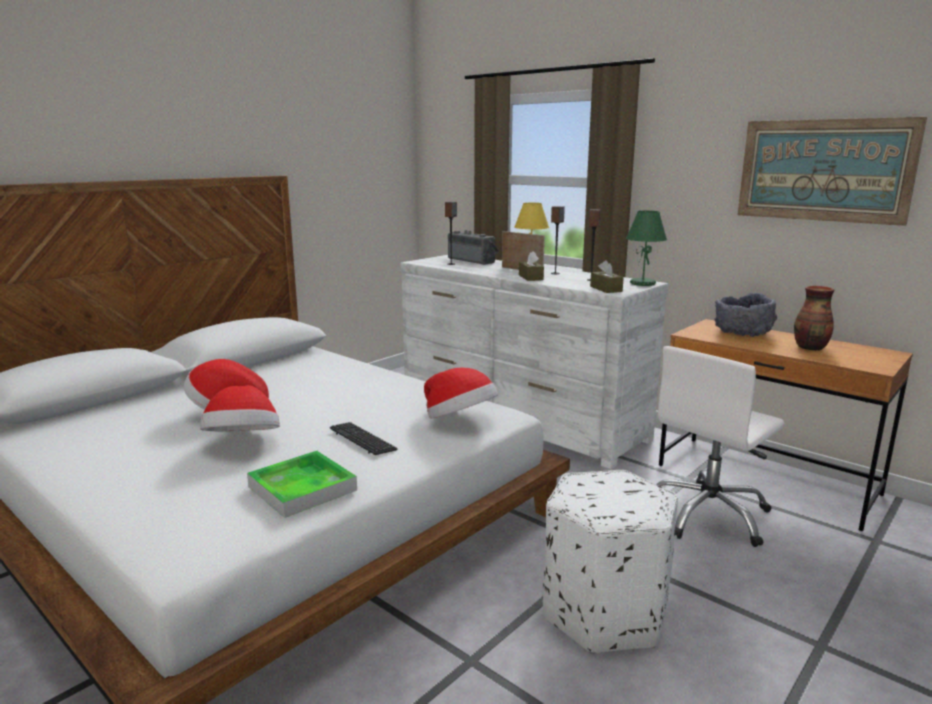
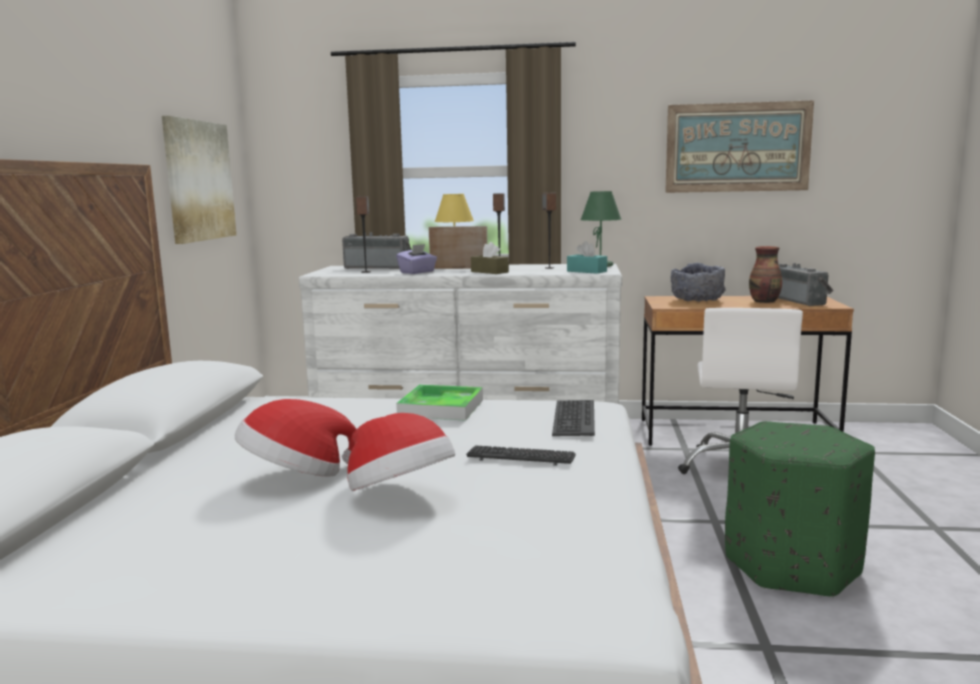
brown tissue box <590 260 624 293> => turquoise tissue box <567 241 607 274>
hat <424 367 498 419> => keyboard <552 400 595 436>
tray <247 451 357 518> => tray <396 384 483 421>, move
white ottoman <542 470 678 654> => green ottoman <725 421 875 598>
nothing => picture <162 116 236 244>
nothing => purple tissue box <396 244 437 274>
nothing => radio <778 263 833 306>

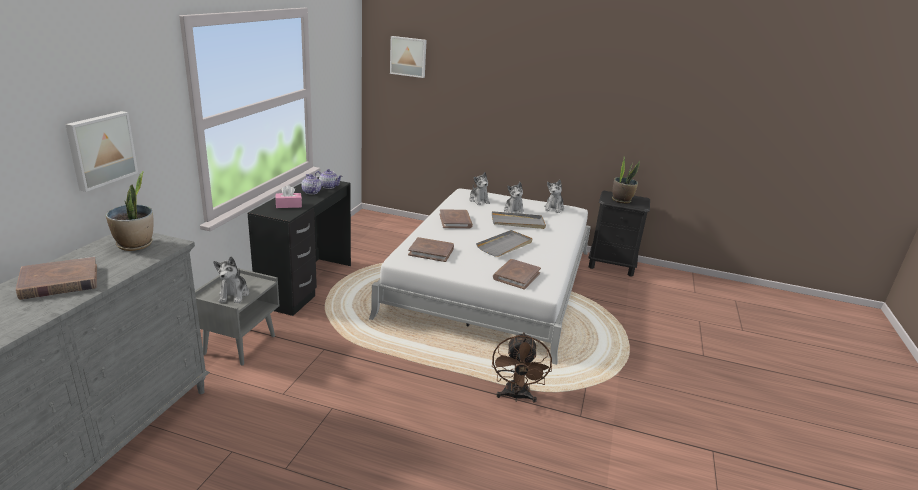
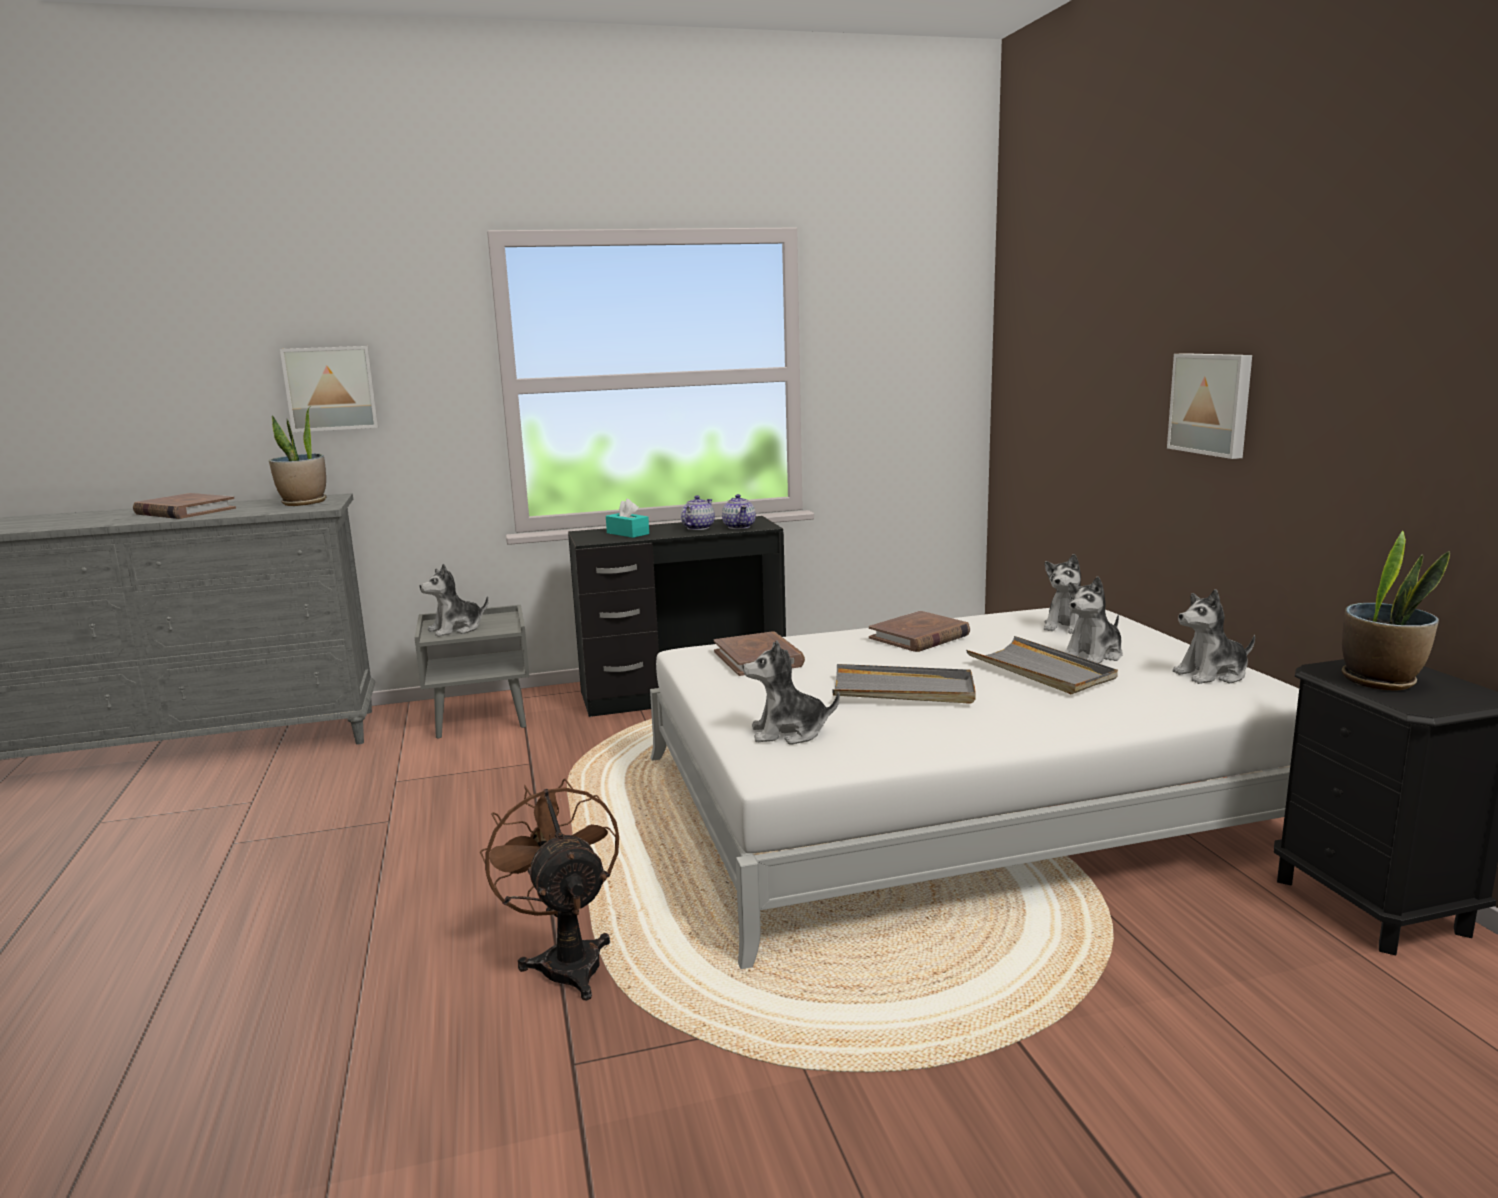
picture <390 36 427 78> => picture <1167 353 1252 459>, move
pink tissue box <275 185 302 208> => turquoise tissue box <606 499 649 538>
brown book <493 259 541 290> => plush toy <743 640 840 745>
brown fan <492 332 552 403> => brown fan <480 779 619 1000>, 90 degrees clockwise

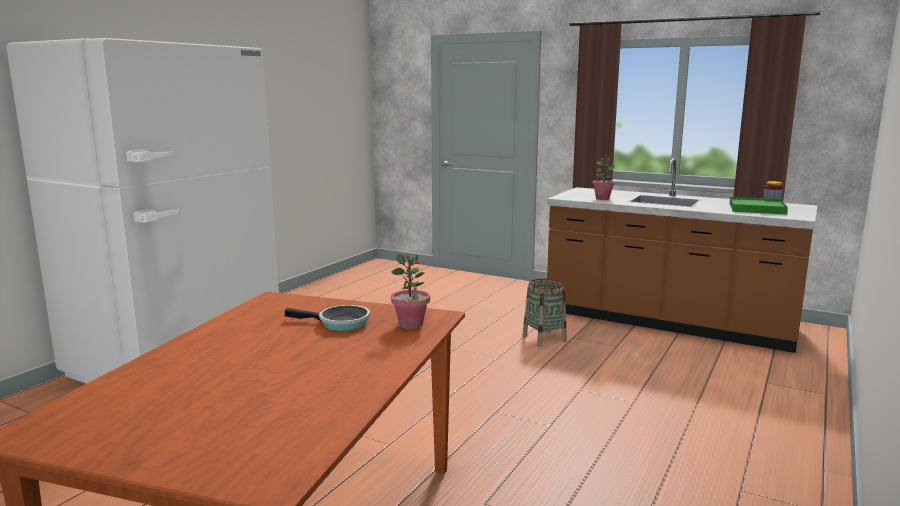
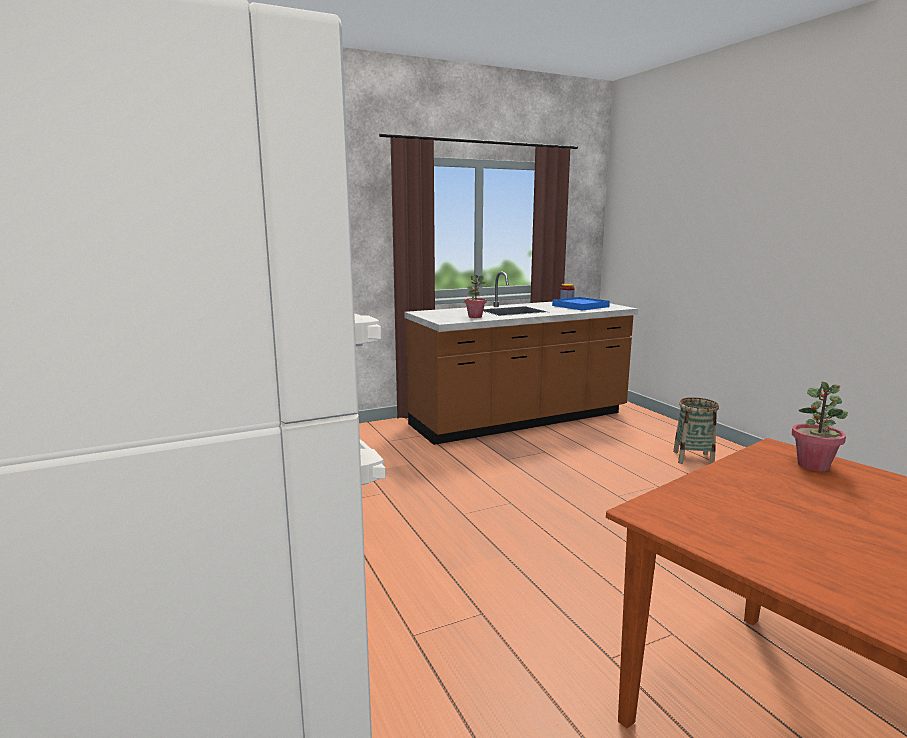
green tray <729 197 788 215> => blue tray <552 297 610 311>
basket <522 278 567 346> => basket <673 397 719 464>, move
frying pan <285 305 370 331> => nothing

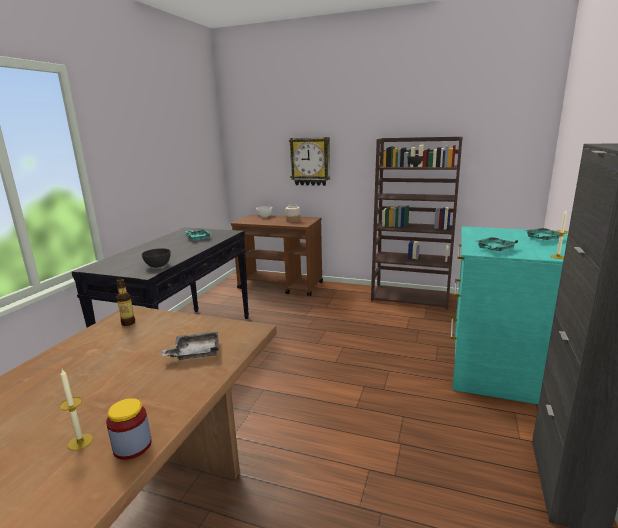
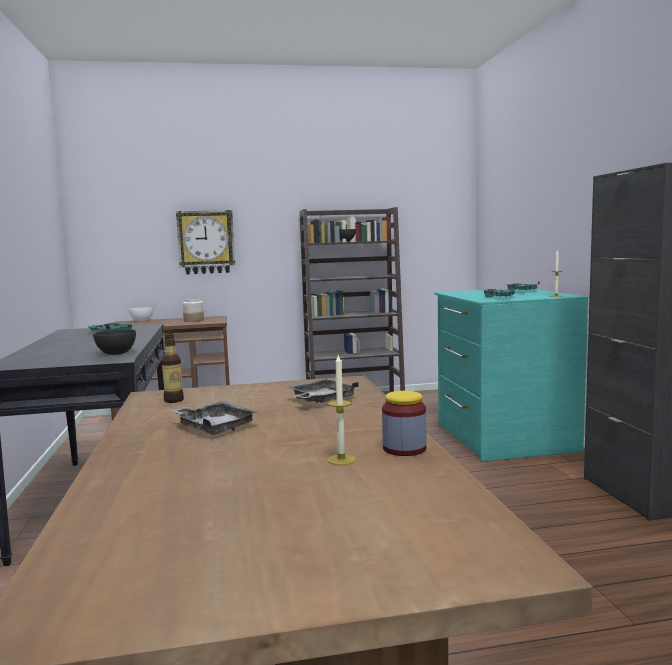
nothing => grey tray <171 401 258 435>

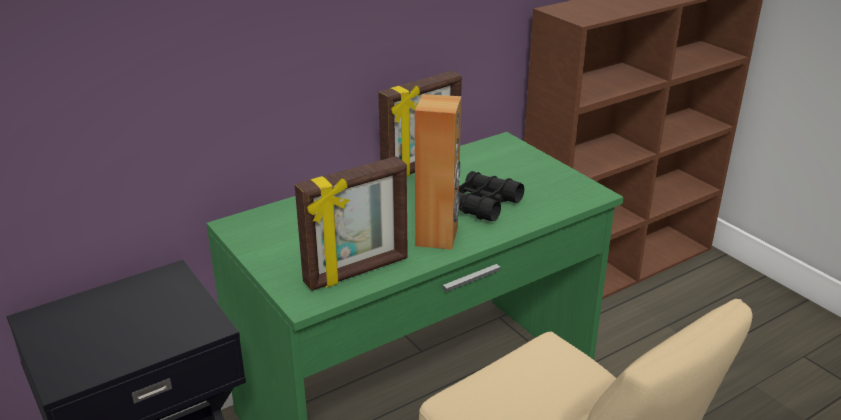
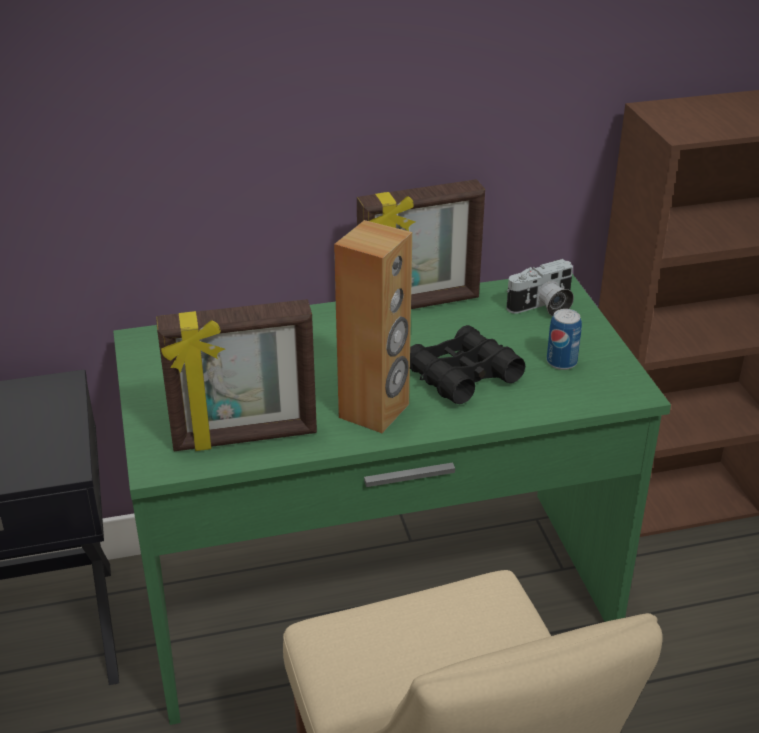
nothing => photo camera <506 259 574 316>
nothing => can <547 309 582 370>

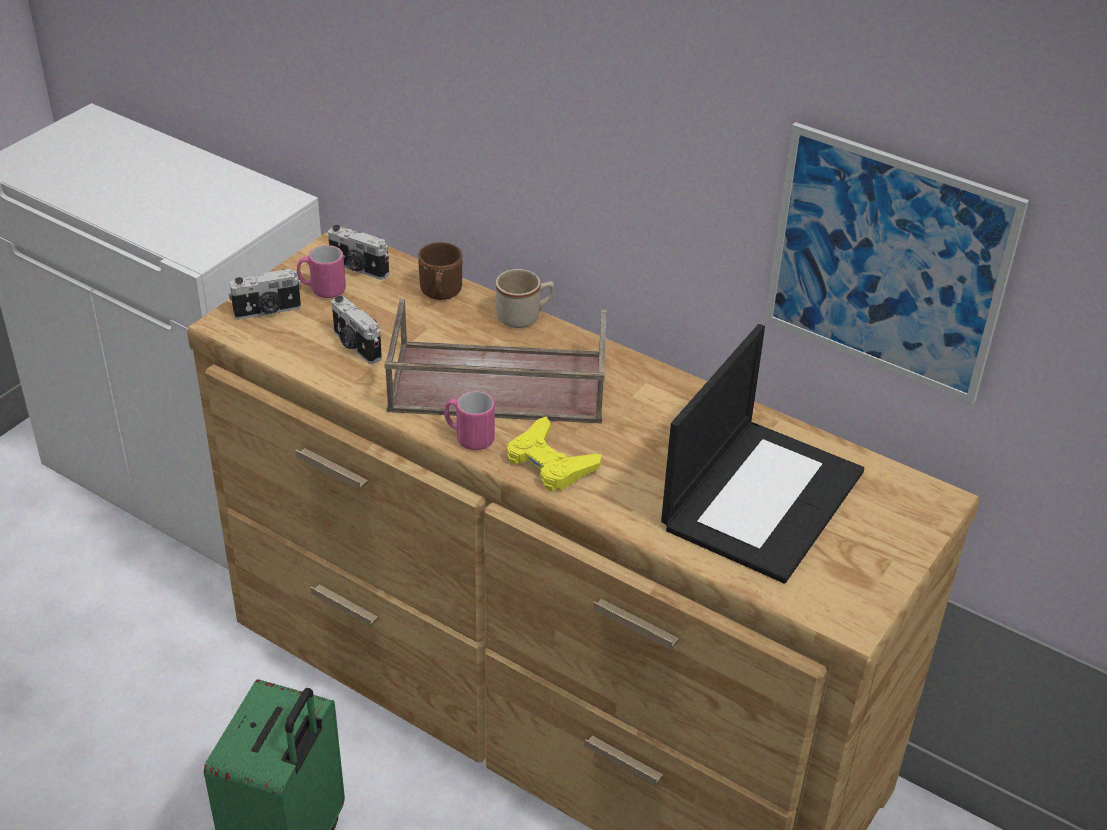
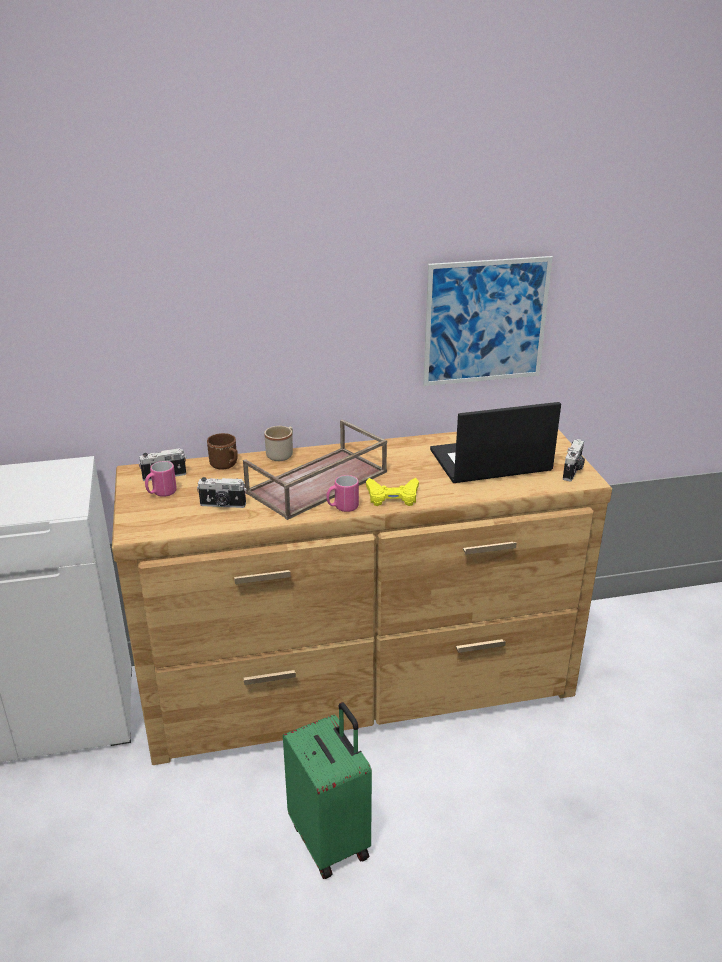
photo camera <228 268 301 320> => photo camera <563 439 585 481>, move
laptop <661 324 864 584> => laptop <430 402 561 483>, 90 degrees counterclockwise

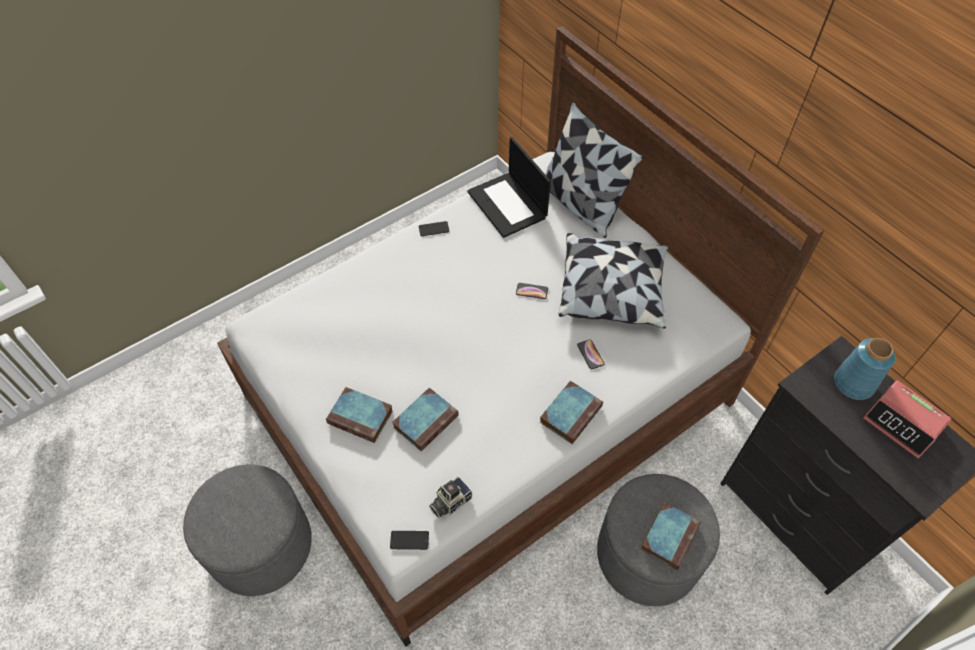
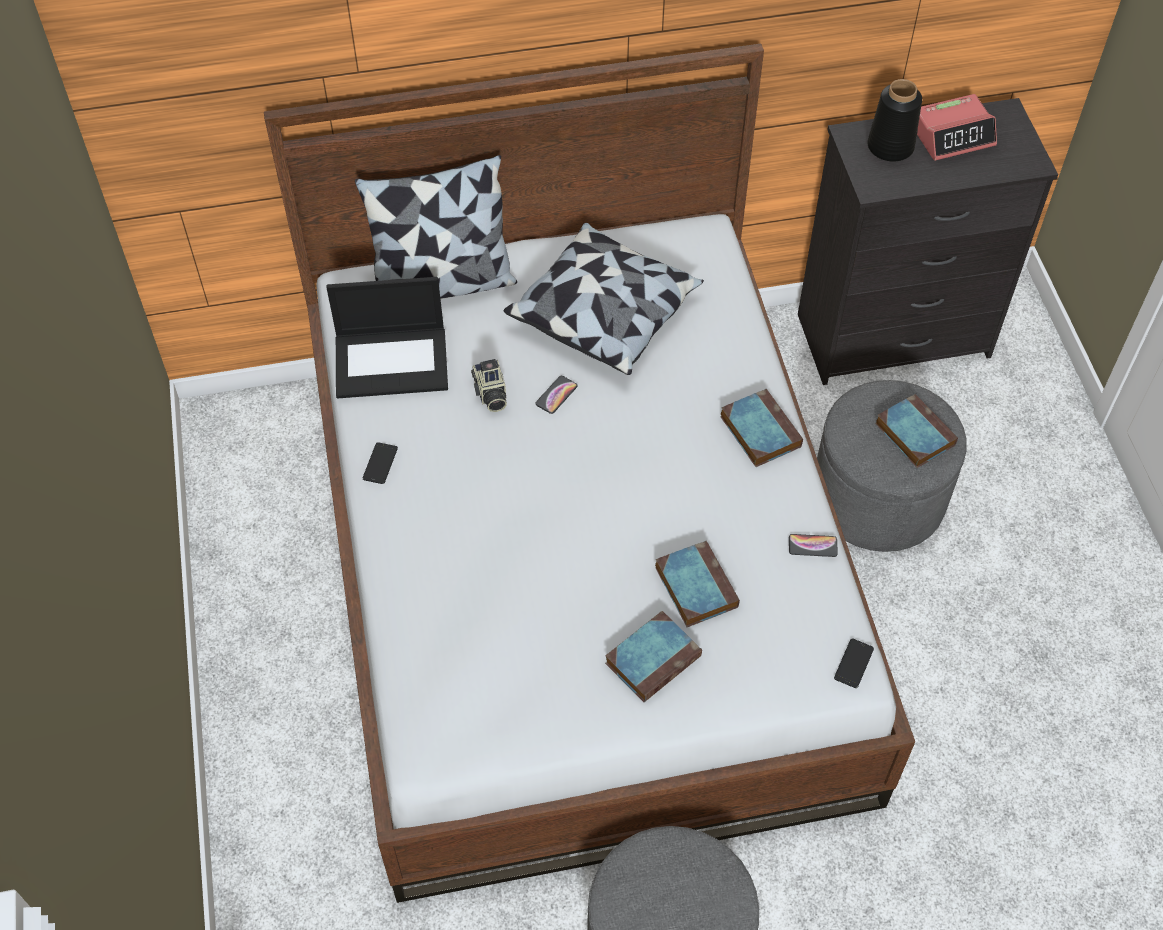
blue vase <834 338 896 400> => black vase <867 79 922 162>
phone <577 339 604 369> => phone <789 534 838 557>, move
photo camera <429 477 472 518> => photo camera <471 359 507 412>, move

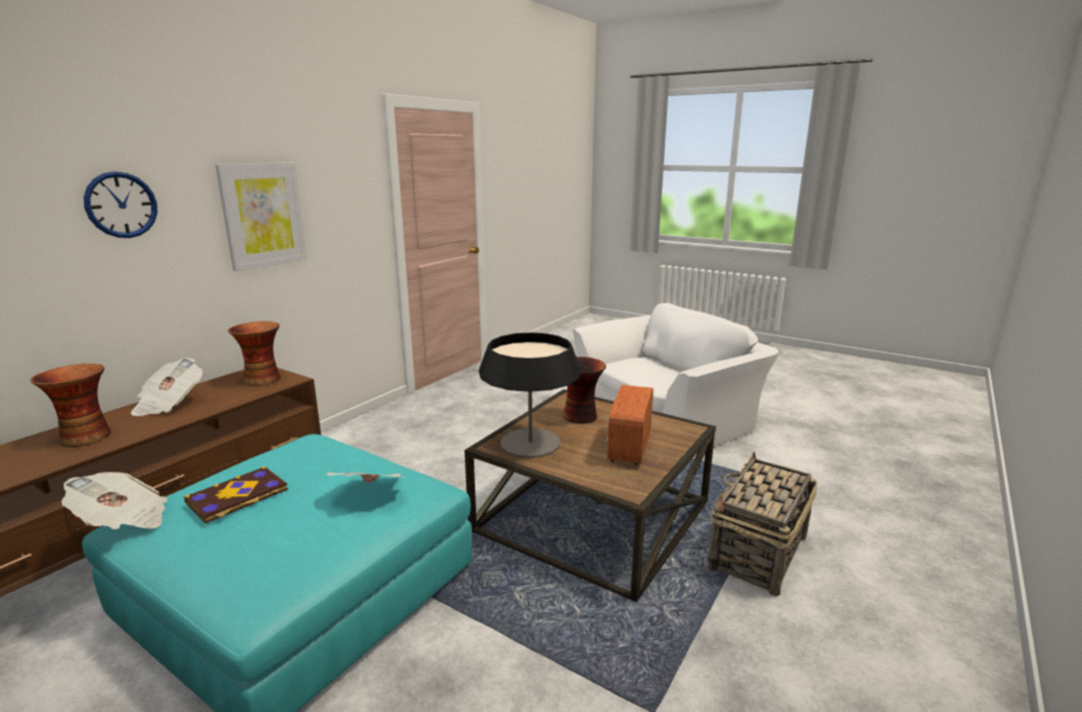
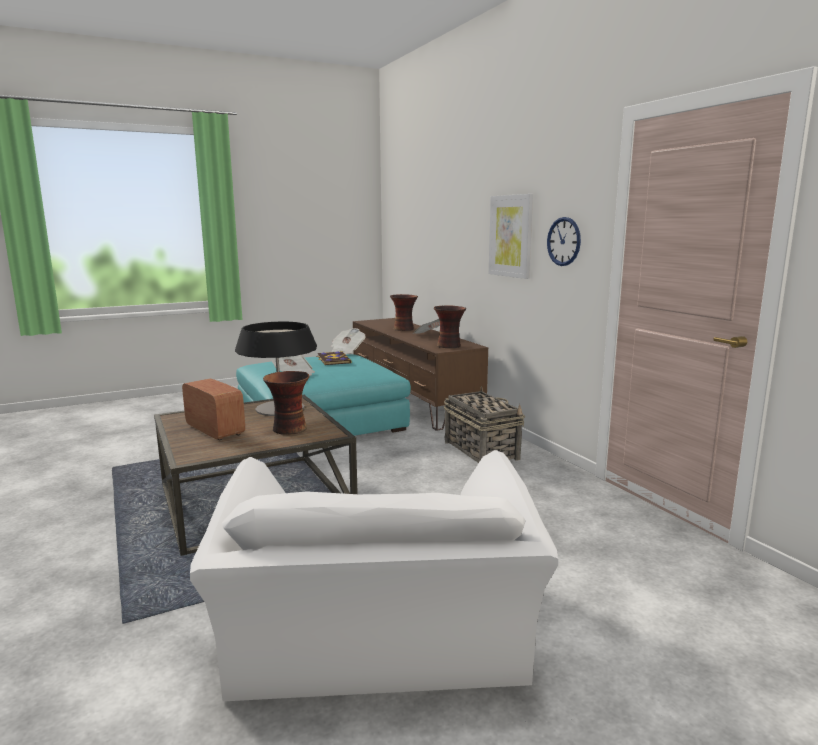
wall clock <84 171 158 238> => wall clock <547 217 581 266>, move
basket <708 452 817 597> => basket <444 386 525 463>, move

